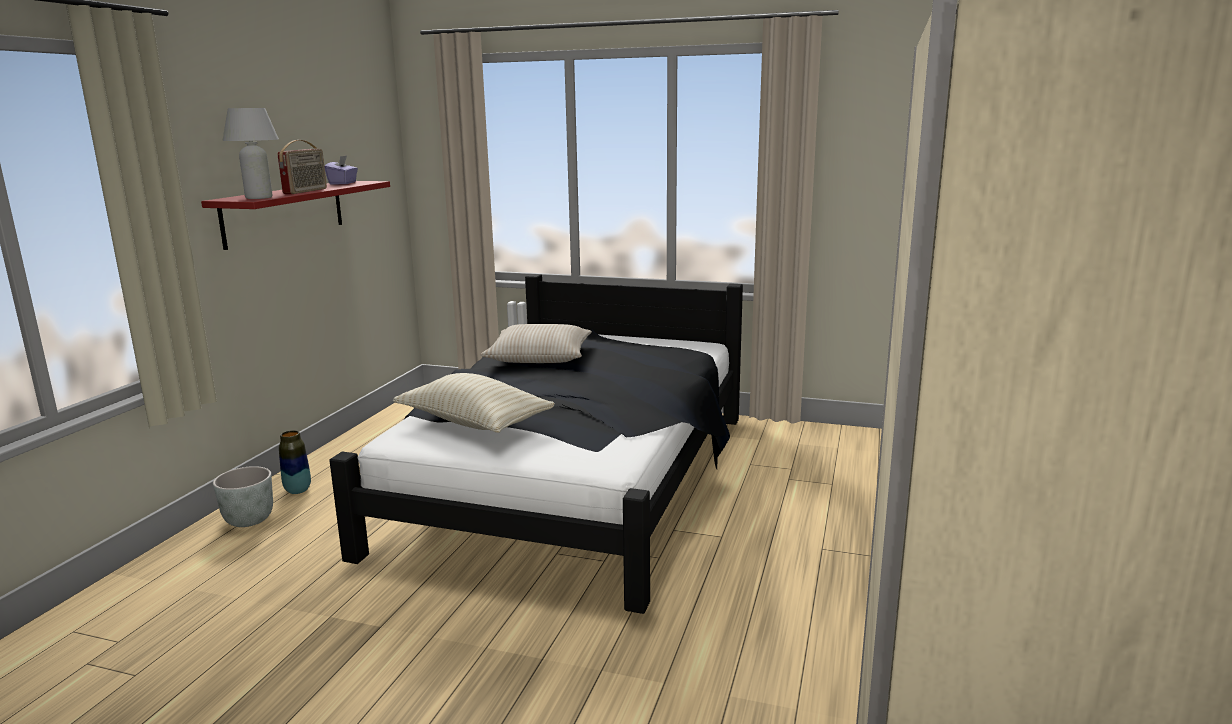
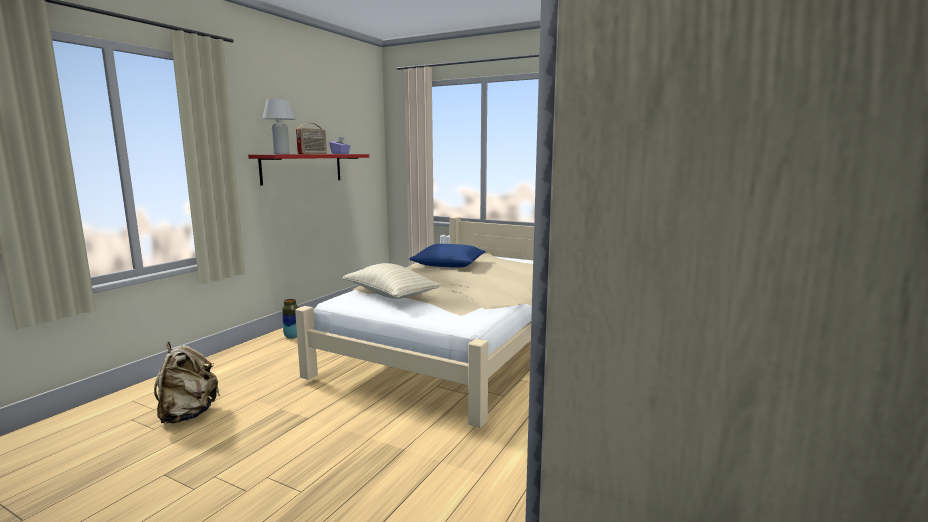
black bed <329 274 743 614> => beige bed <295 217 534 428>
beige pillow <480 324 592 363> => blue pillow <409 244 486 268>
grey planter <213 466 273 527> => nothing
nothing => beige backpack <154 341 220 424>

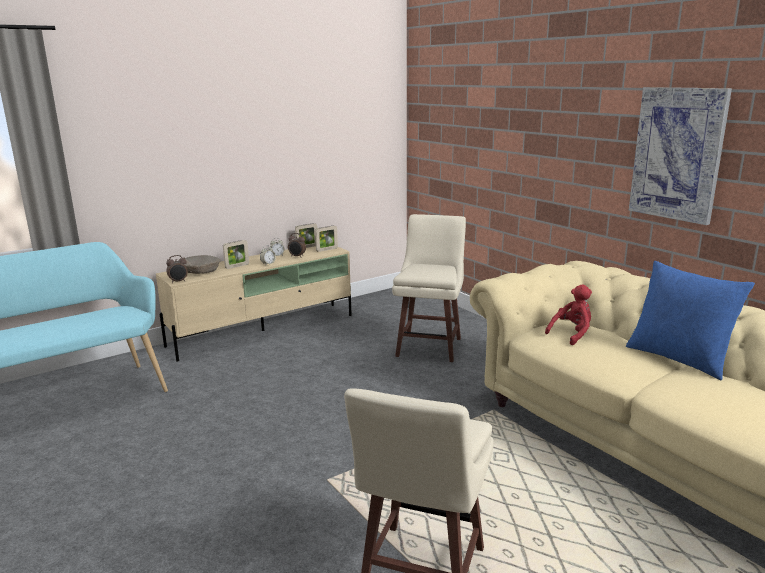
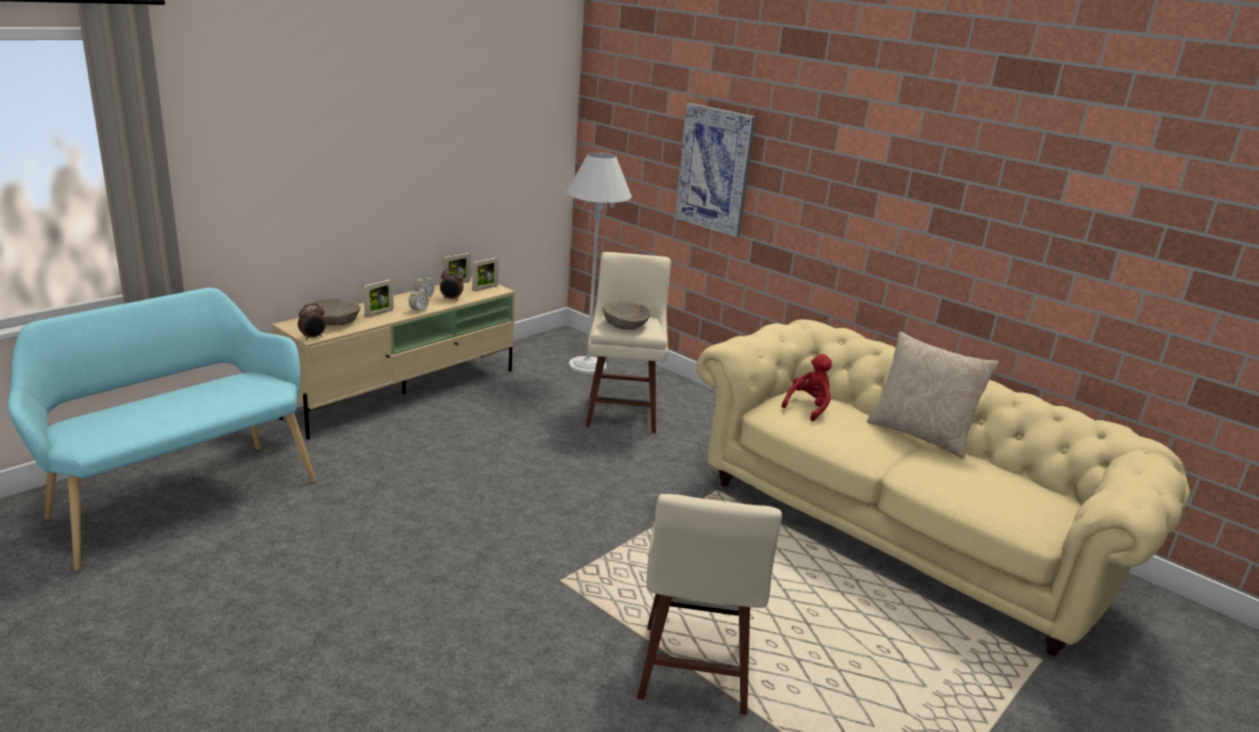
picture <629 87 732 225> => picture <675 103 756 237>, move
blue pillow <626 261 755 380> => beige pillow <867 332 999 459>
nothing => white floor lamp <567 152 632 374>
nothing => beige bowl <603 302 651 329>

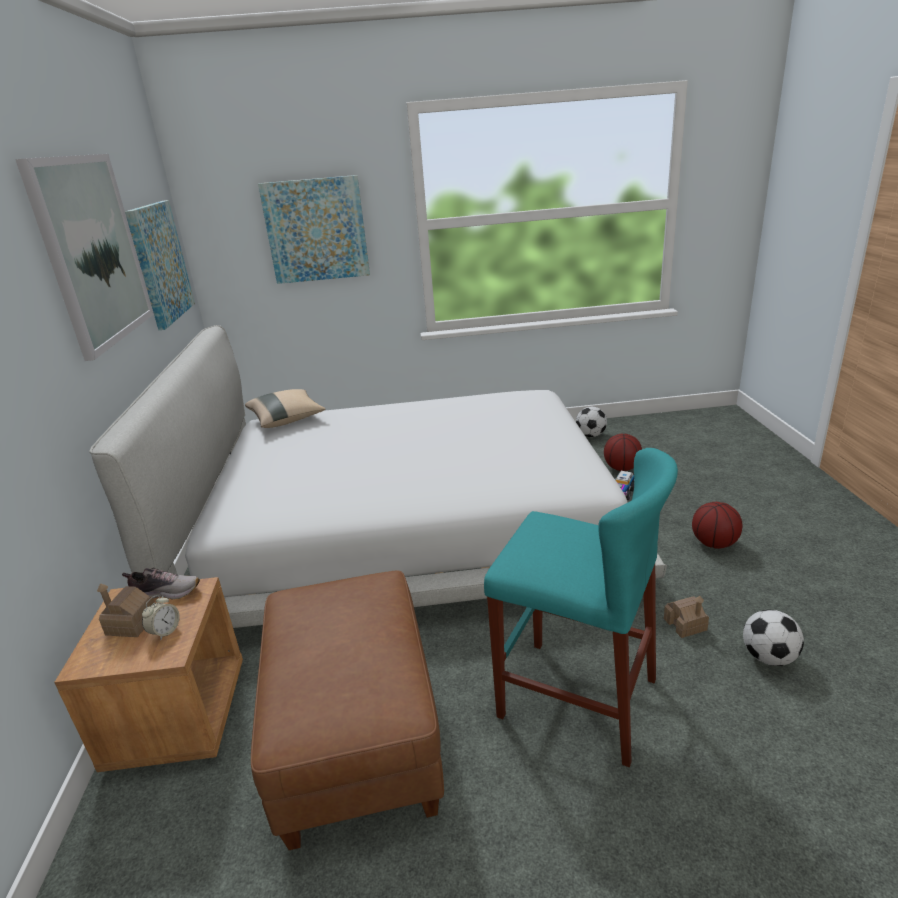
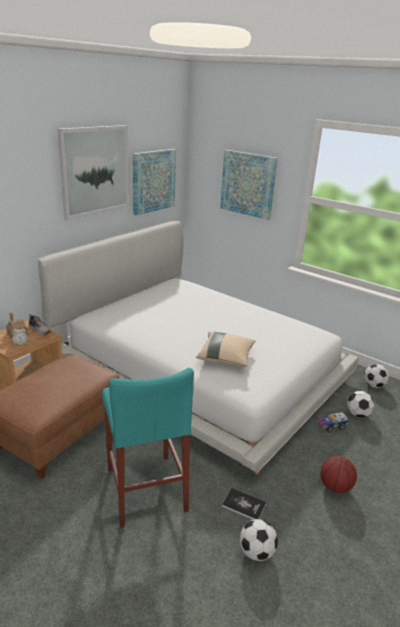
beige pillow <245 389 326 428> => beige pillow <196 332 255 367>, move
basketball <604 434 642 471> => football <347 391 375 418>
toy house <664 596 709 638> => book <222 488 266 520>

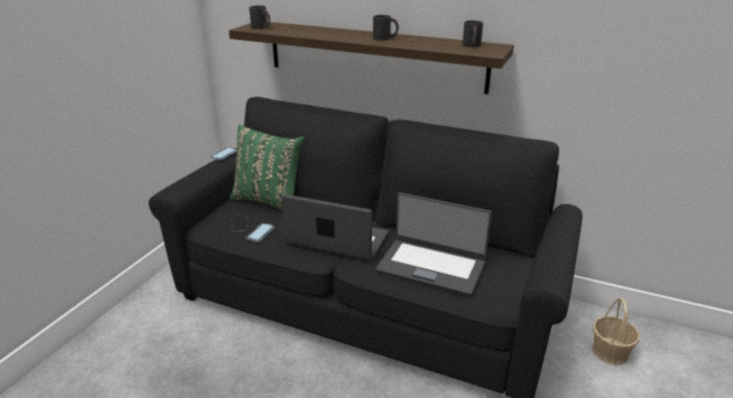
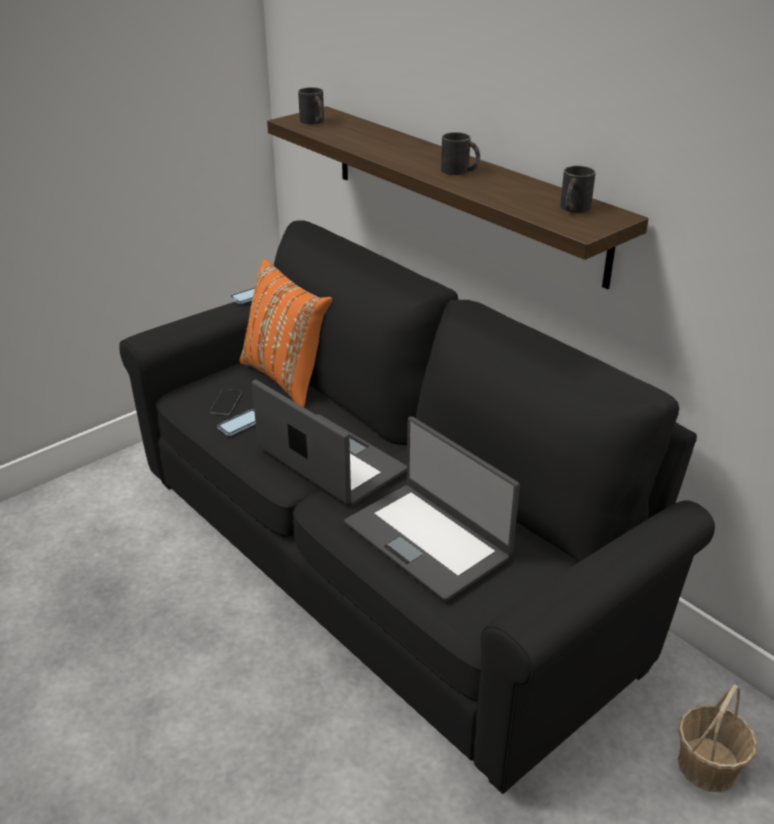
green pillow <230 124 304 210> => orange pillow <239 259 332 407>

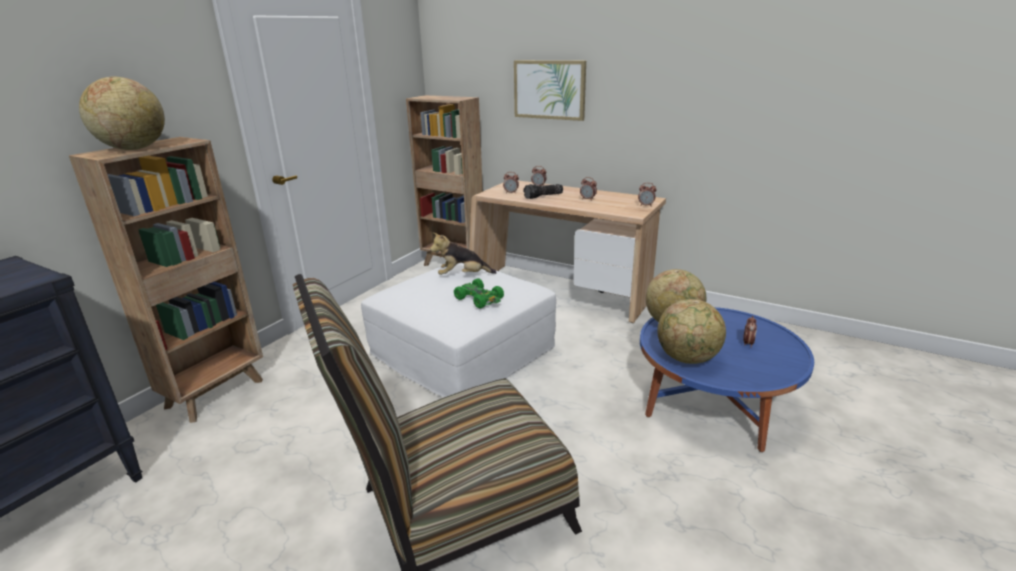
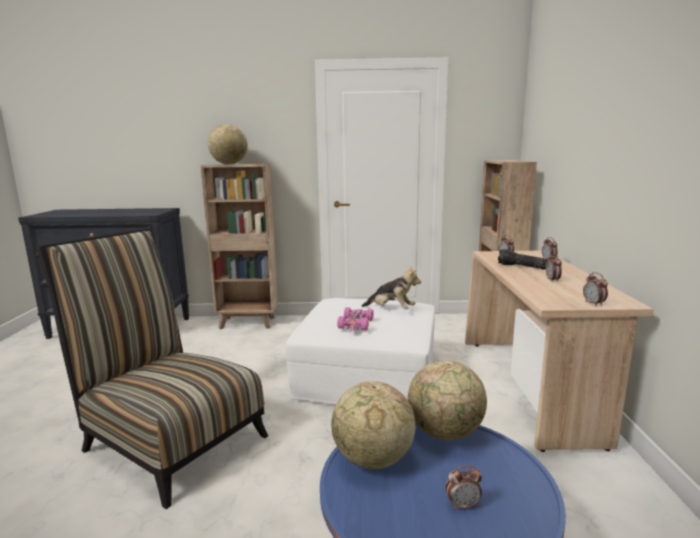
picture <514 60 586 121> => nothing
plush toy <430 232 497 275> => plush toy <362 265 421 309>, 150 degrees clockwise
green toy car <454 278 504 308> => pink toy car <337 307 374 331>

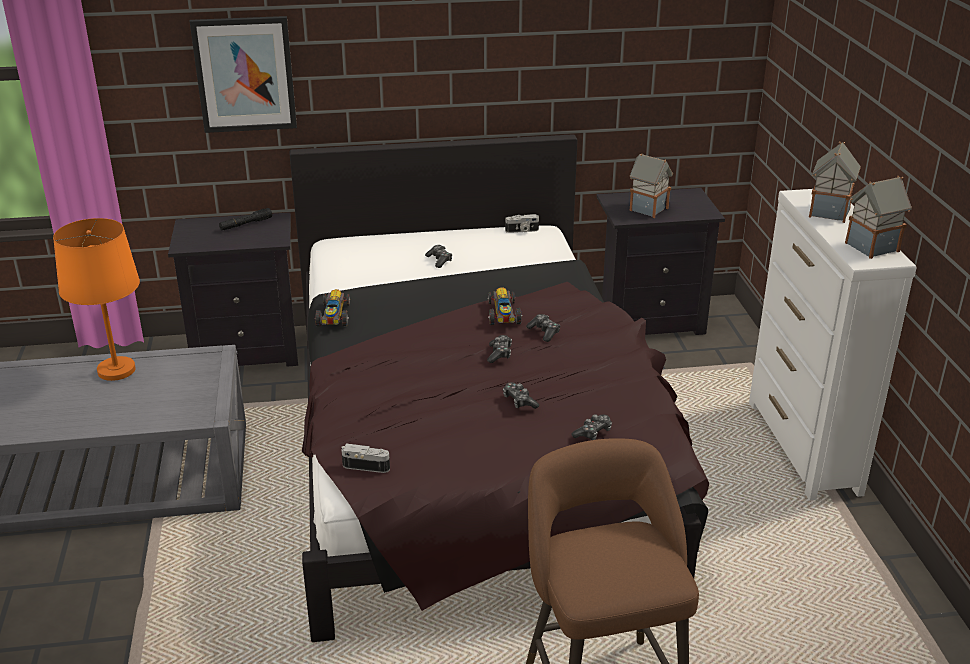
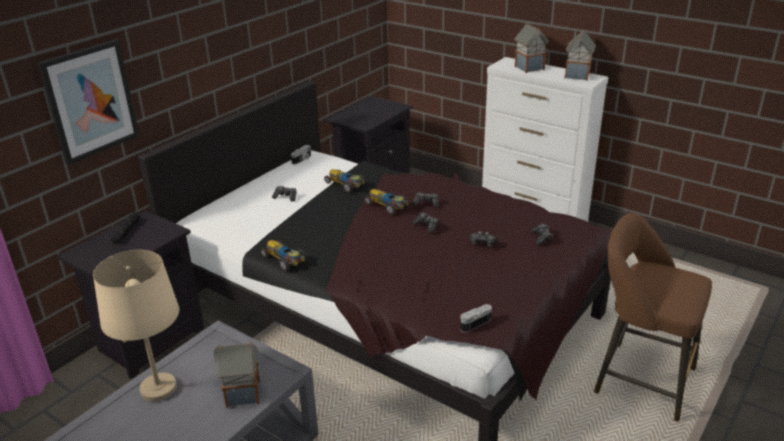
toy house <630 153 673 218> => toy house <214 342 260 408>, move
orange table lamp <53 218 140 381> => beige table lamp <93 250 179 401>
nothing => toy car <324 169 365 193>

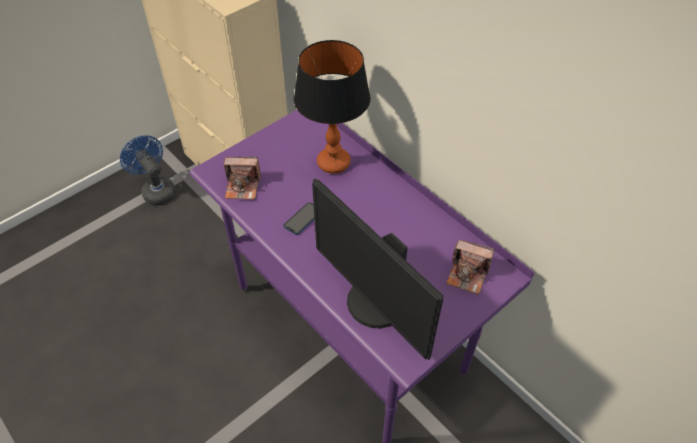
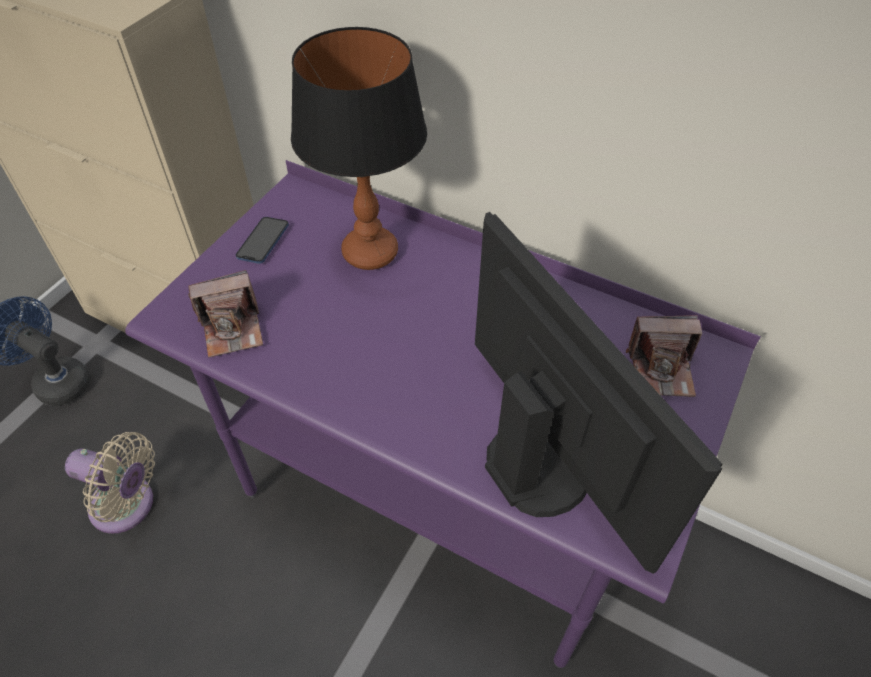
monitor <312 179 443 360> => monitor <475 212 722 574>, 150 degrees counterclockwise
phone <283 202 315 235> => phone <236 217 289 264>, move
nothing => beige fan <65 432 155 534>

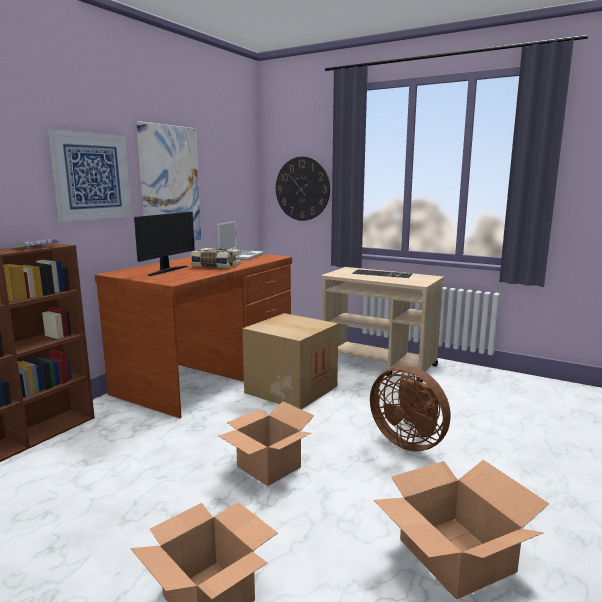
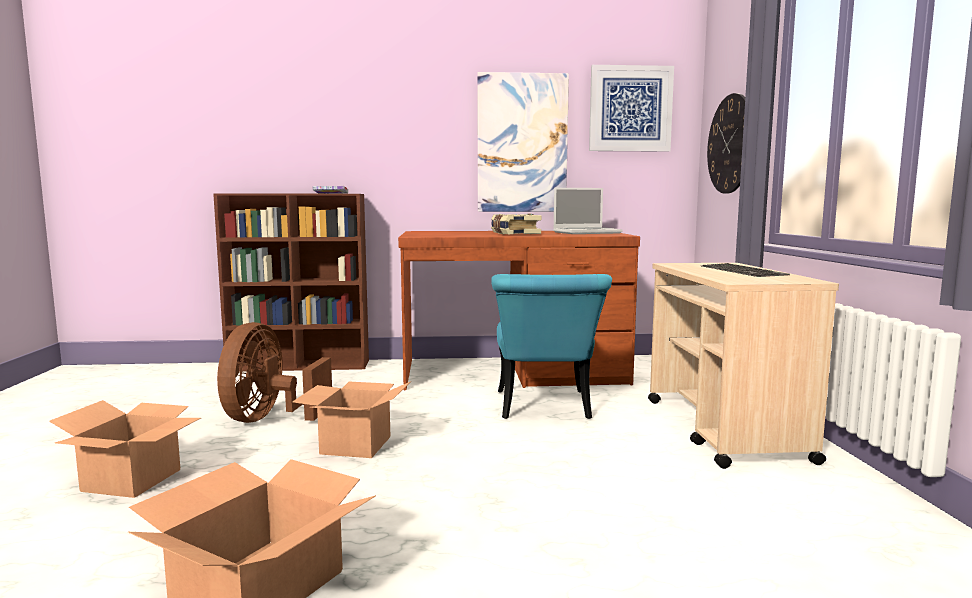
picture <48 129 132 222> => picture <589 65 674 152>, move
monitor <134 212 195 276> => nothing
cardboard box <242 313 339 410> => turquoise chair <491 274 612 419>
brown fan <370 366 451 451> => brown fan <217 322 332 423>, move

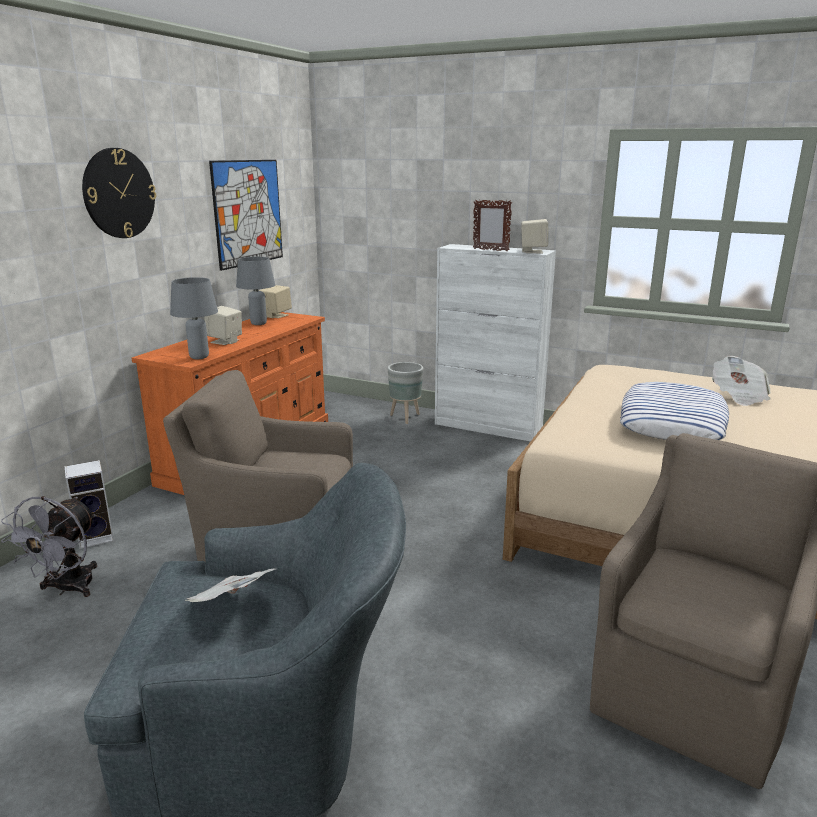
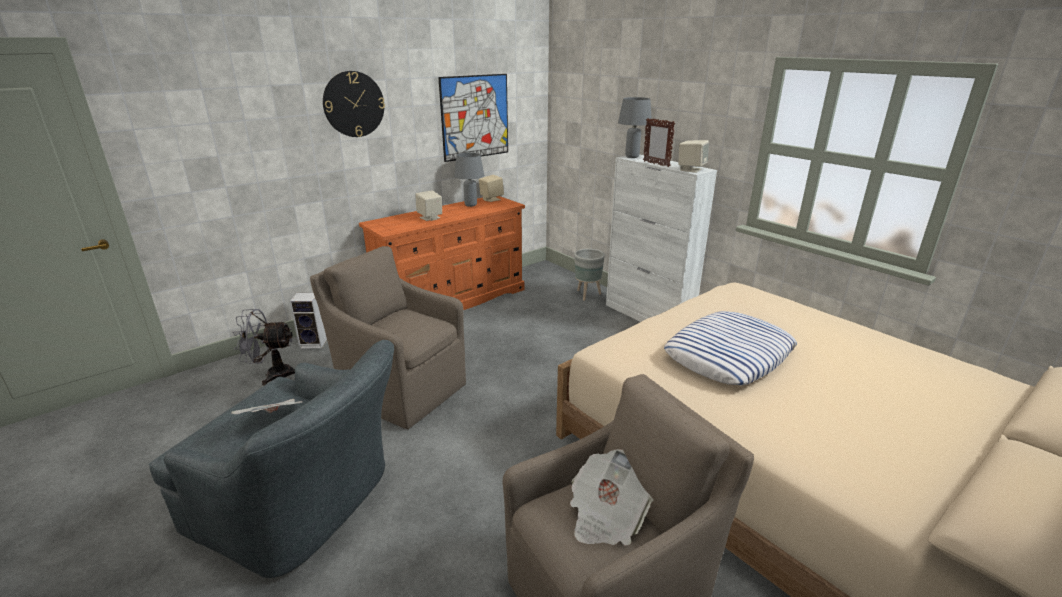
grey table lamp <170 277 218 359> => grey table lamp <618 97 651 158>, move
newspaper <712 356 771 406> => newspaper <570 449 654 546>, move
grey fan <1 496 97 597> => grey fan <233 309 295 386>, 45 degrees clockwise

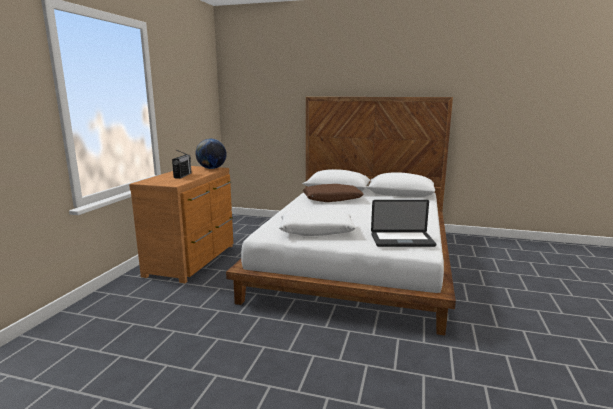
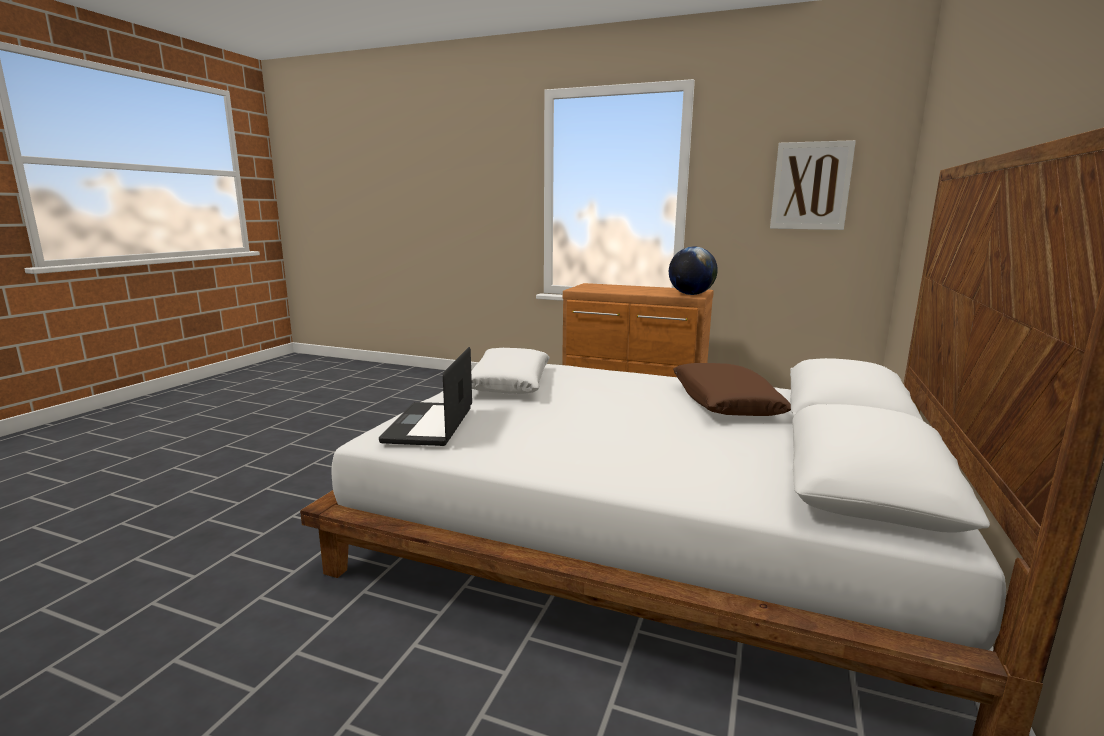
radio <172 150 192 179> => nothing
nothing => picture <770 140 856 230>

